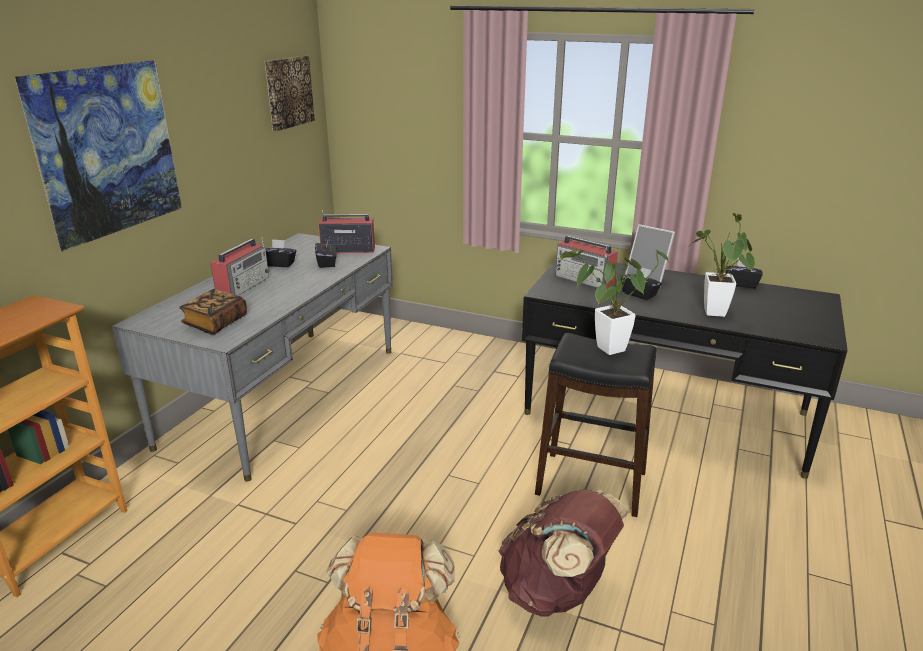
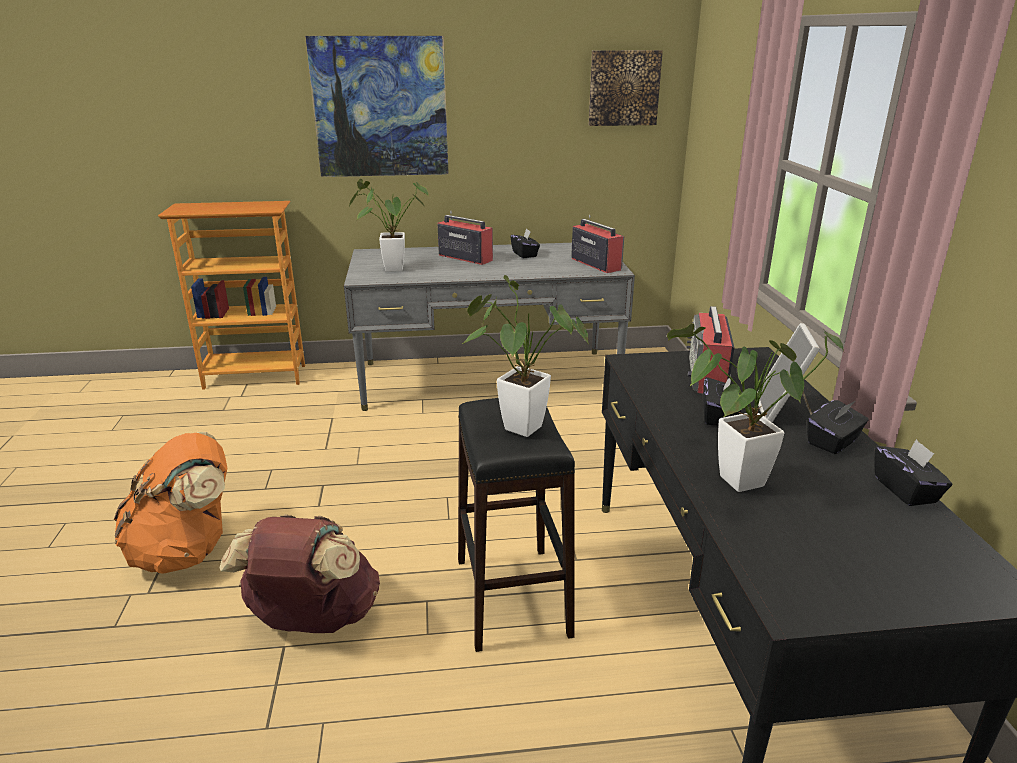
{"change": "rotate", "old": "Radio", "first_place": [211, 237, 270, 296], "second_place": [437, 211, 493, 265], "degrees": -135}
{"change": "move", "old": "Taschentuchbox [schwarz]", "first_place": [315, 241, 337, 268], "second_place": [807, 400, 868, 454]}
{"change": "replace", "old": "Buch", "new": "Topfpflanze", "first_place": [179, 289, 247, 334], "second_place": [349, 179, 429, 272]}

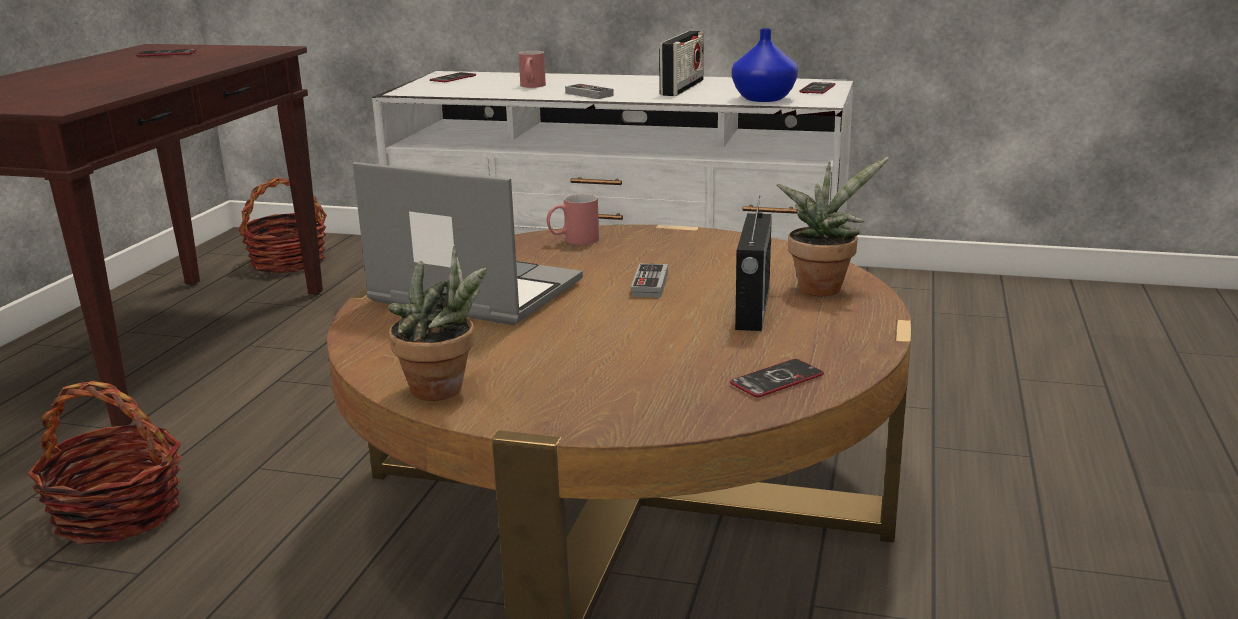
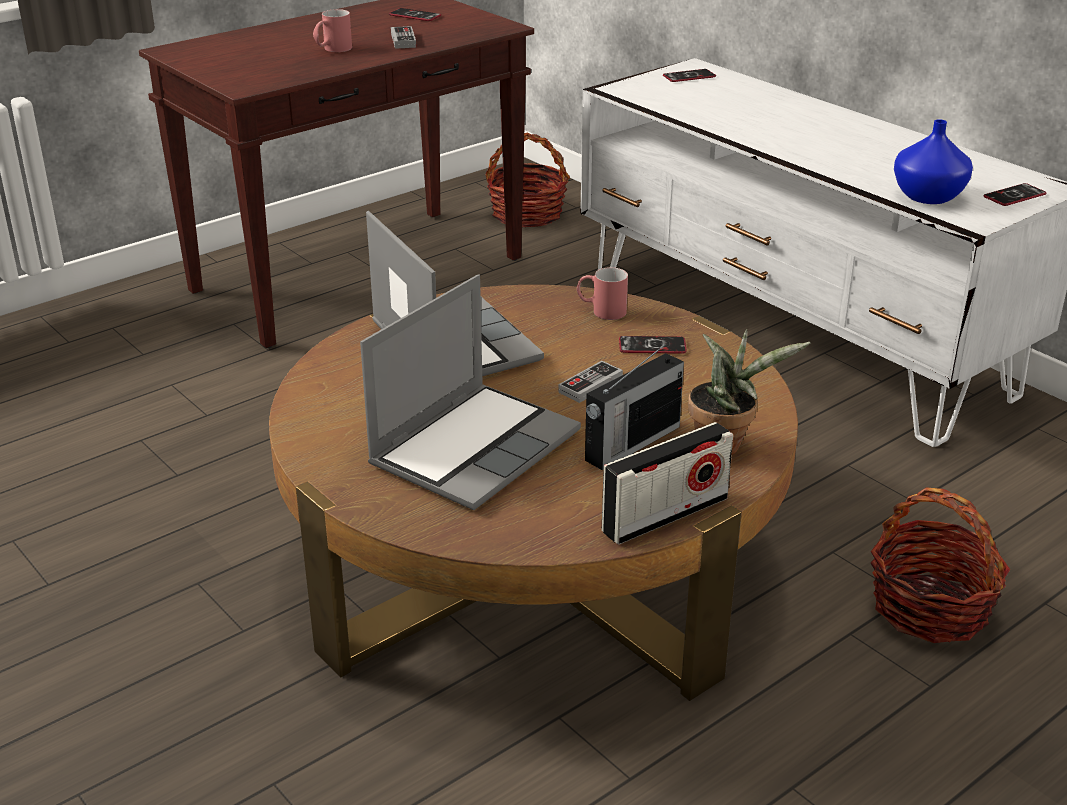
{"change": "move", "old": "Radio", "first_place": [659, 31, 704, 96], "second_place": [602, 422, 733, 545]}
{"change": "move", "old": "Henkelbecher [rot]", "first_place": [519, 51, 546, 88], "second_place": [313, 9, 352, 52]}
{"change": "move", "old": "Gamepad", "first_place": [565, 84, 614, 99], "second_place": [391, 26, 416, 49]}
{"change": "delete", "old": "Topfpflanze", "first_place": [388, 245, 487, 401]}
{"change": "move", "old": "Handy", "first_place": [730, 359, 824, 397], "second_place": [619, 336, 687, 354]}
{"change": "move", "old": "Korb", "first_place": [27, 381, 182, 545], "second_place": [871, 487, 1010, 643]}
{"change": "insert", "new": "Laptop", "second_place": [360, 274, 581, 510]}

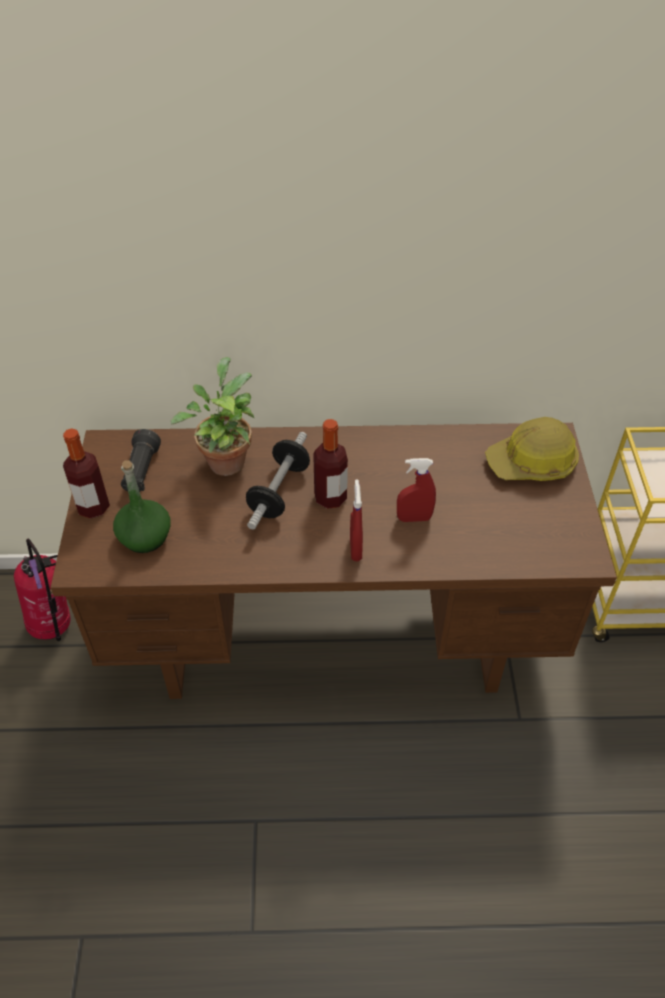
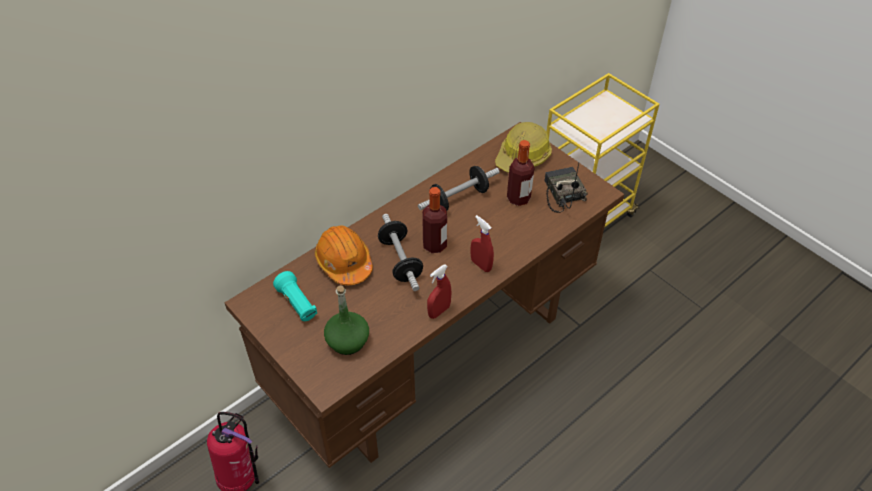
{"change": "replace", "old": "Topfpflanze", "new": "Schutzhelm [orange]", "first_place": [171, 357, 254, 476], "second_place": [314, 225, 373, 285]}
{"change": "move", "old": "Flasche", "first_place": [63, 428, 110, 519], "second_place": [507, 140, 534, 206]}
{"change": "recolor", "old": "Taschenlampe [schwarz]", "new": "Taschenlampe [türkis]", "first_place": [121, 429, 161, 492], "second_place": [273, 271, 317, 321]}
{"change": "move", "old": "Sprühflasche [rot]", "first_place": [397, 458, 436, 522], "second_place": [427, 265, 452, 319]}
{"change": "insert", "new": "Radio", "second_place": [544, 164, 588, 213]}
{"change": "insert", "new": "Hantel", "second_place": [418, 166, 500, 211]}

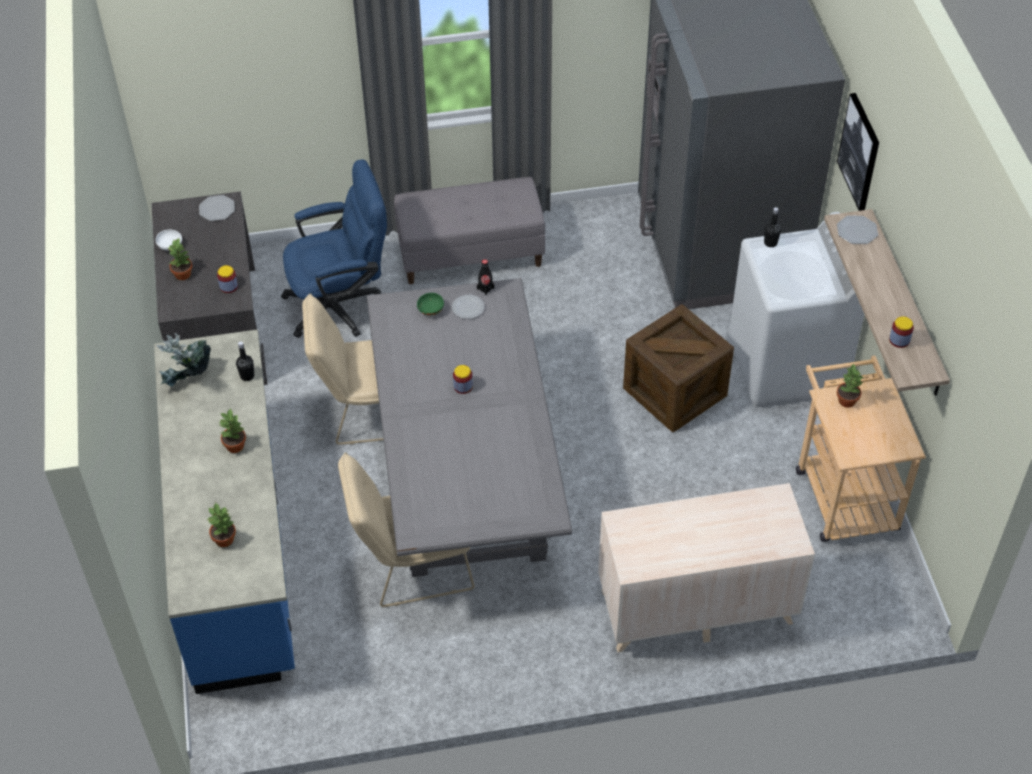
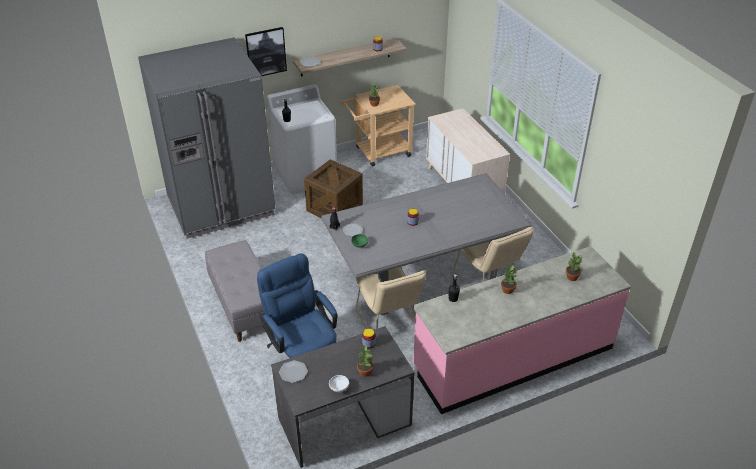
{"change": "recolor", "old": "Küchenzeile [blau]", "new": "Küchenzeile [rosa]", "first_place": [154, 330, 295, 694], "second_place": [413, 246, 631, 414]}
{"change": "delete", "old": "Topfpflanze", "first_place": [157, 333, 211, 387]}

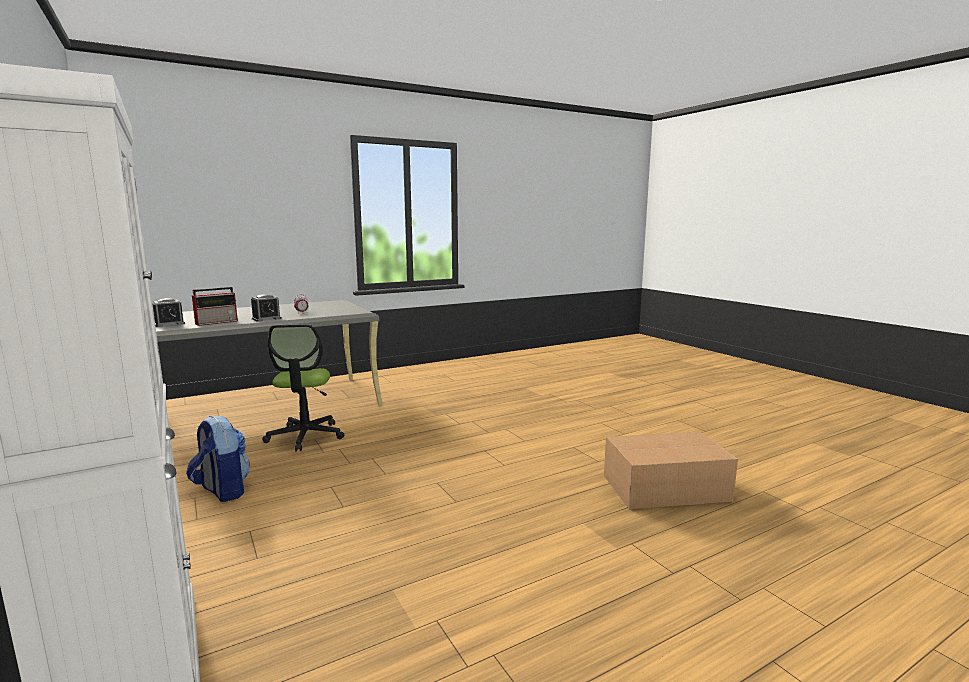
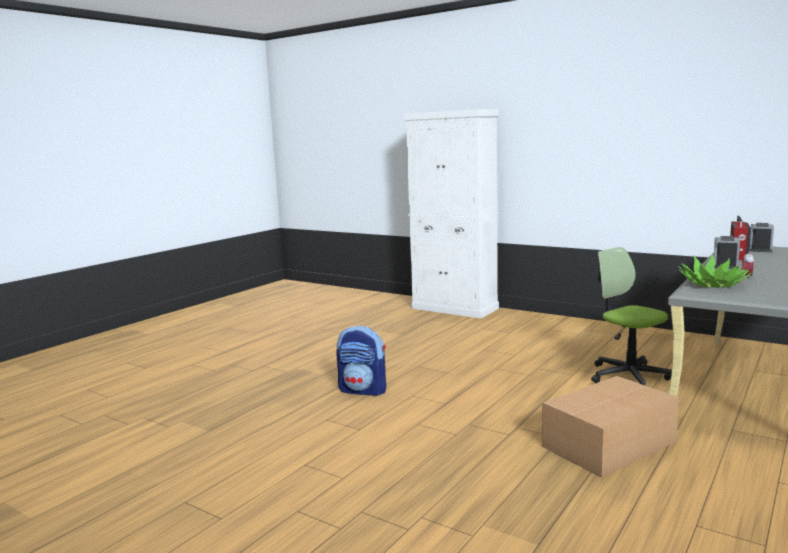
{"change": "move", "old": "Rucksack", "first_place": [186, 416, 250, 502], "second_place": [336, 326, 386, 396]}
{"change": "move", "old": "Karton", "first_place": [604, 432, 738, 509], "second_place": [542, 376, 679, 477]}
{"change": "insert", "new": "Topfpflanze", "second_place": [678, 255, 752, 288]}

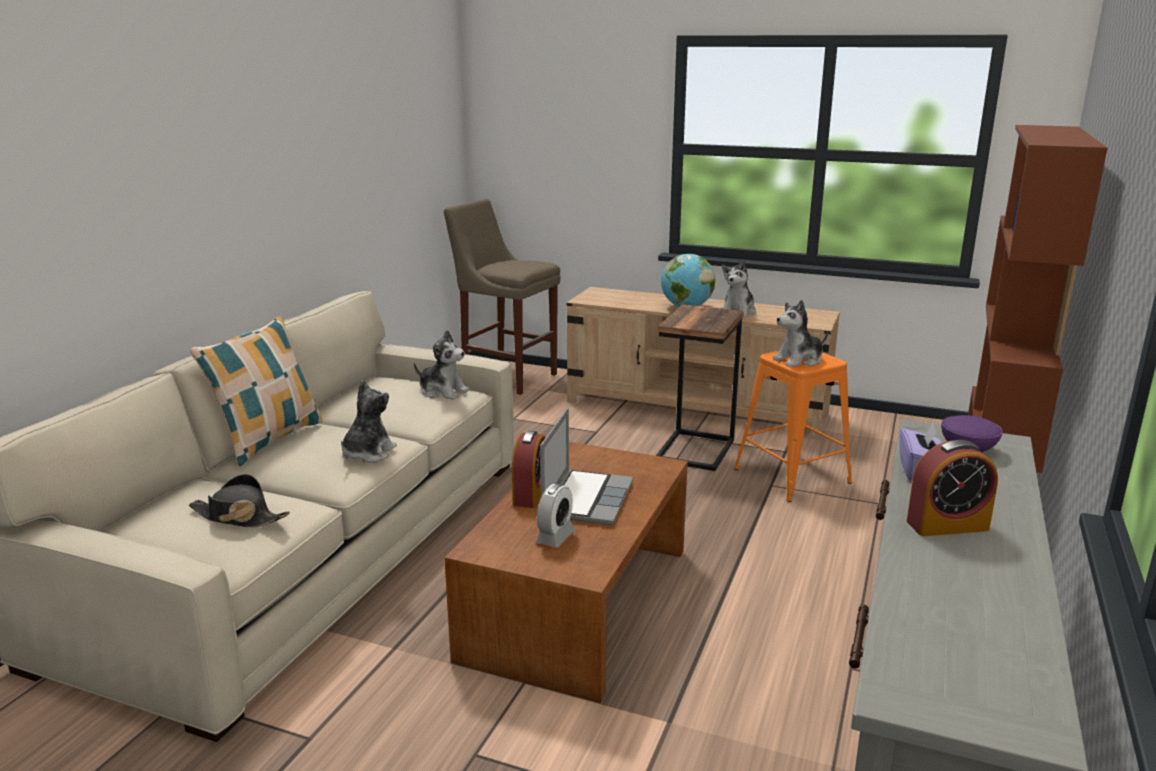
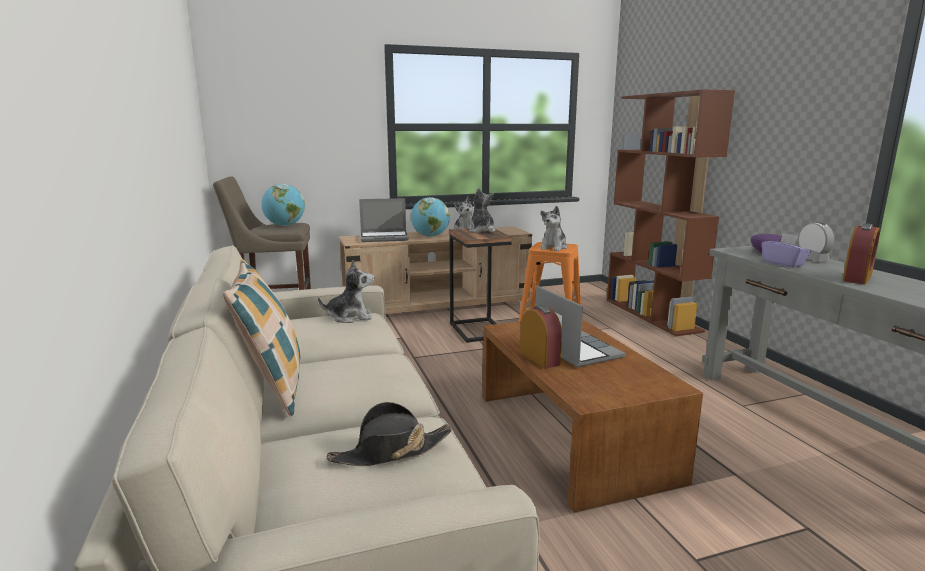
{"change": "move", "old": "Plüschtier", "first_place": [341, 379, 397, 463], "second_place": [468, 188, 495, 233]}
{"change": "move", "old": "Wecker", "first_place": [535, 484, 575, 548], "second_place": [799, 222, 834, 261]}
{"change": "insert", "new": "Globus", "second_place": [261, 184, 305, 226]}
{"change": "insert", "new": "Laptop", "second_place": [359, 198, 409, 242]}

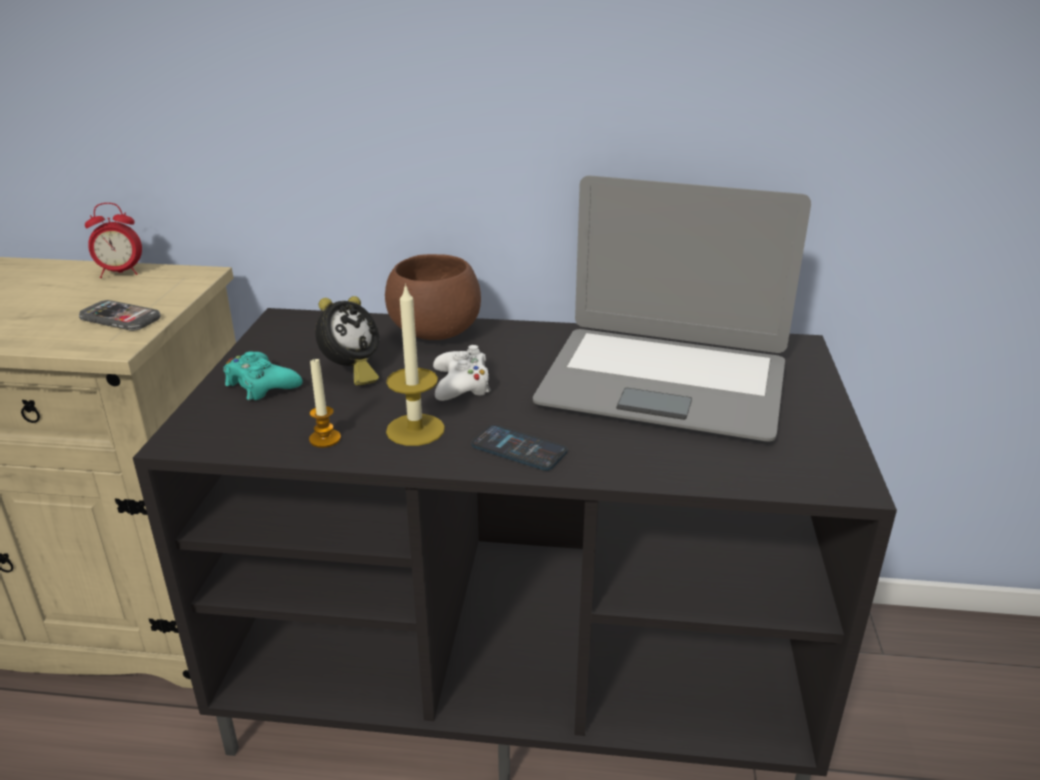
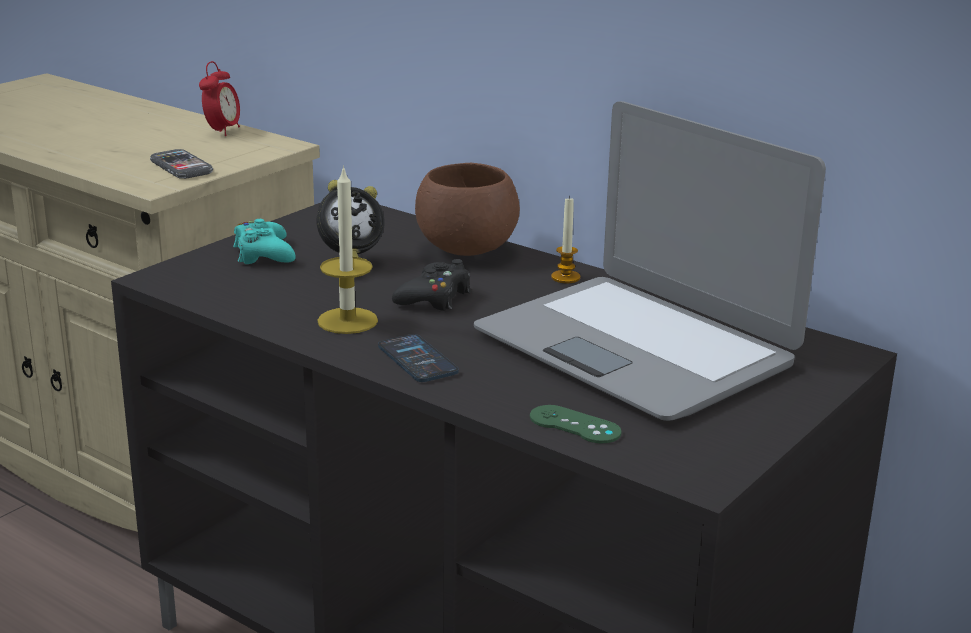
{"change": "rotate", "old": "Wecker", "first_place": [85, 203, 142, 278], "second_place": [199, 61, 240, 136], "degrees": -90}
{"change": "recolor", "old": "Gamepad [weiß]", "new": "Gamepad [schwarz]", "first_place": [433, 345, 491, 401], "second_place": [392, 259, 471, 311]}
{"change": "move", "old": "Kerze", "first_place": [309, 357, 341, 448], "second_place": [551, 196, 580, 283]}
{"change": "insert", "new": "Gamepad [grün]", "second_place": [530, 405, 622, 443]}

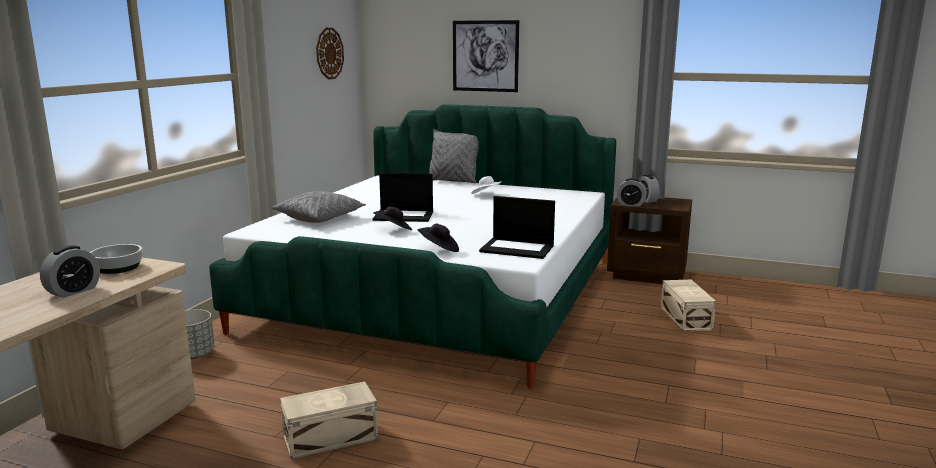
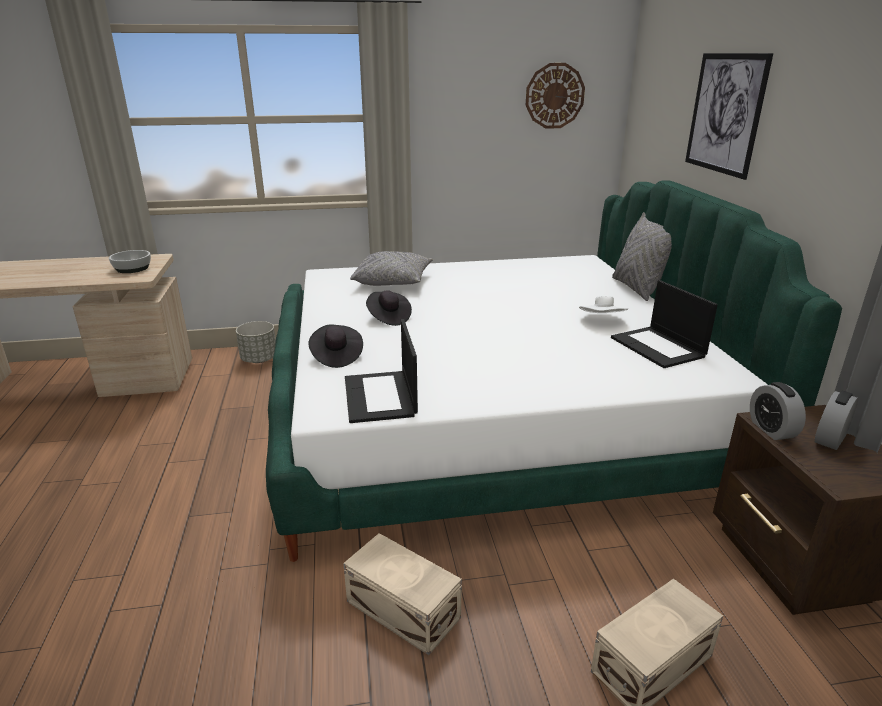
{"change": "move", "old": "Laptop", "first_place": [373, 173, 433, 222], "second_place": [611, 280, 718, 368]}
{"change": "delete", "old": "Wecker", "first_place": [40, 245, 100, 298]}
{"change": "move", "old": "Aufbewahrungsbox [beige]", "first_place": [280, 382, 378, 459], "second_place": [343, 533, 462, 655]}

